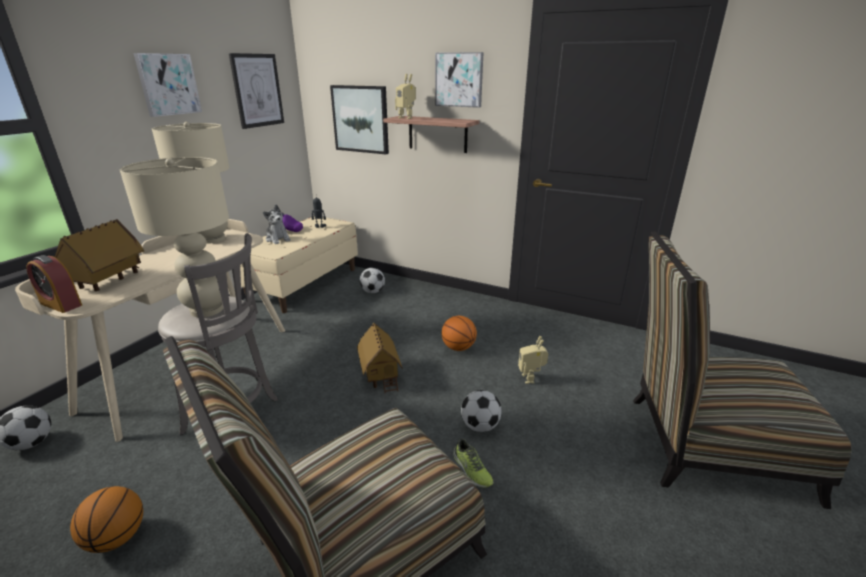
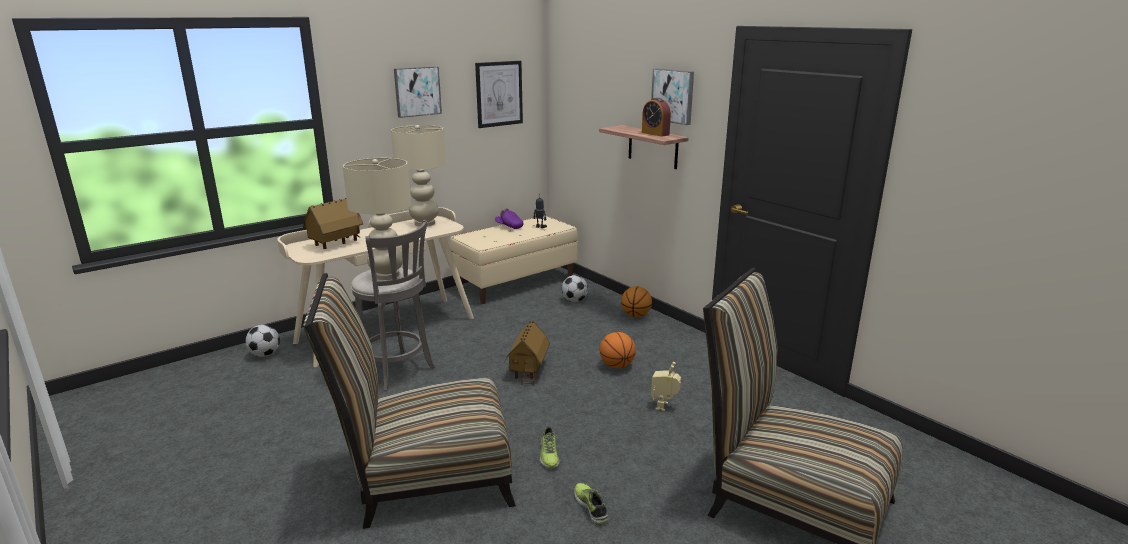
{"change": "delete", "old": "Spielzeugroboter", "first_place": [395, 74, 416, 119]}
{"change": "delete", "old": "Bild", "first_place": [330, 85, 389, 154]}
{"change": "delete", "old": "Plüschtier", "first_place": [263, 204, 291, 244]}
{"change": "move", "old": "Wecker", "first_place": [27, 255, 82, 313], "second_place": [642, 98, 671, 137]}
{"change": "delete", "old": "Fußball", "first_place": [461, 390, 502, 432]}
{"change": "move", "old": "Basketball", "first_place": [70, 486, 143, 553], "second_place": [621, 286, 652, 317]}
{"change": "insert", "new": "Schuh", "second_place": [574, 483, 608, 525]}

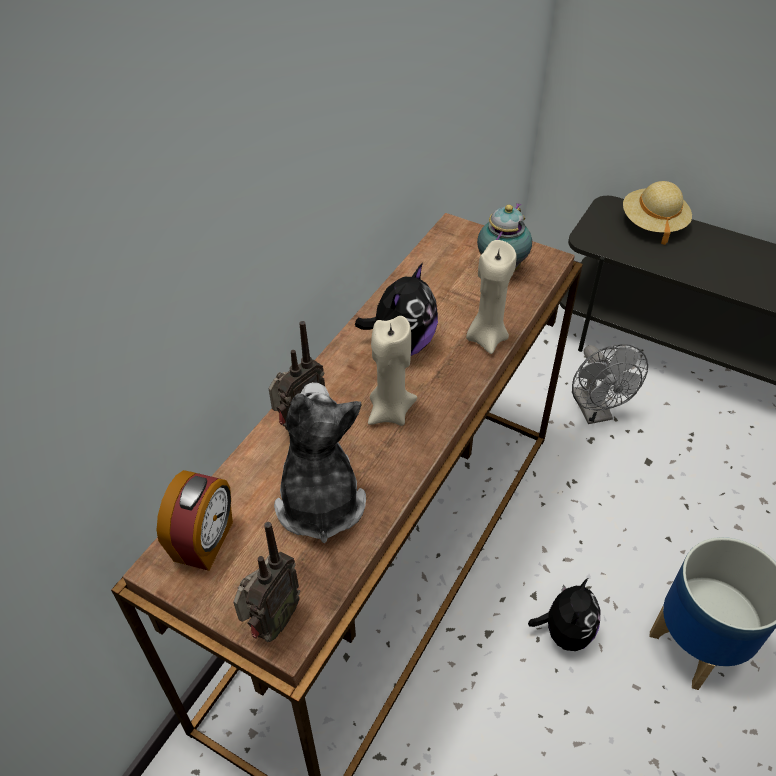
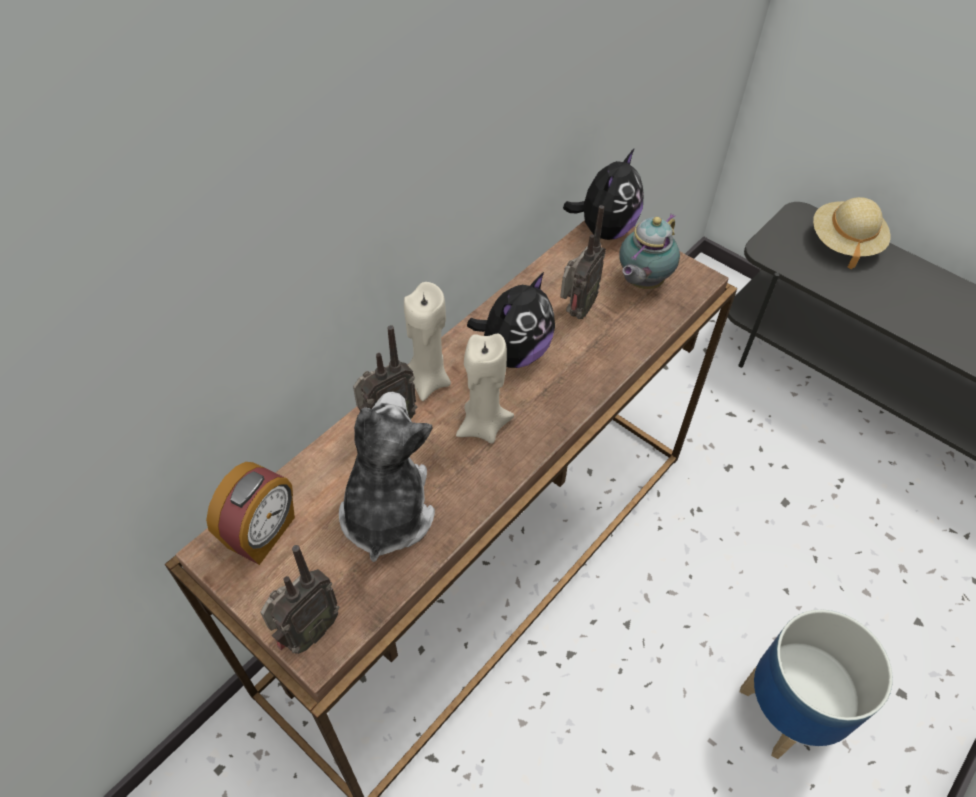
{"change": "move", "old": "Kerze [beige]", "first_place": [466, 240, 516, 354], "second_place": [404, 282, 451, 401]}
{"change": "delete", "old": "Ventilator [grau]", "first_place": [572, 344, 648, 424]}
{"change": "move", "old": "Plüschtier", "first_place": [528, 577, 600, 651], "second_place": [563, 148, 644, 240]}
{"change": "insert", "new": "Radio", "second_place": [560, 205, 606, 319]}

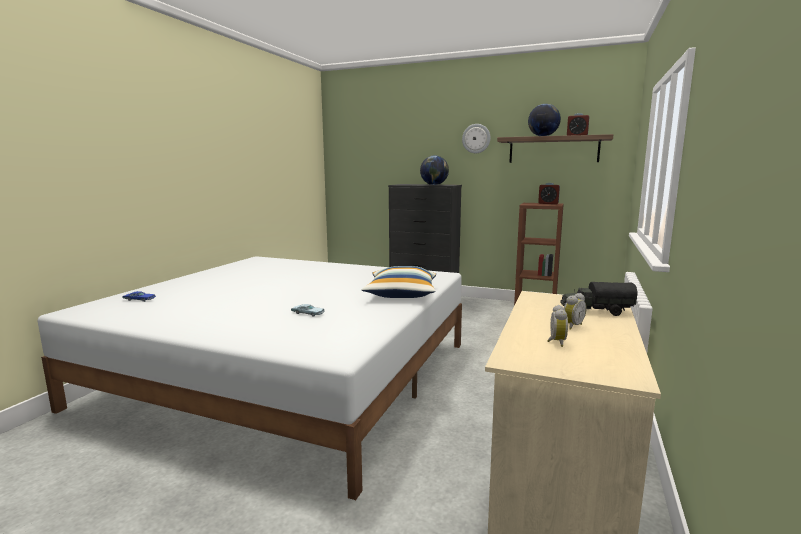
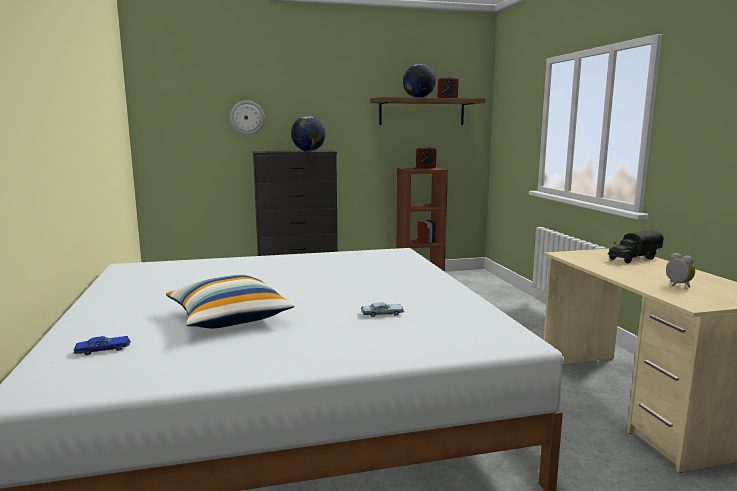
{"change": "move", "old": "Wanduhr", "first_place": [462, 124, 491, 153], "second_place": [230, 100, 265, 135]}
{"change": "move", "old": "Kissen", "first_place": [362, 266, 436, 298], "second_place": [166, 275, 295, 328]}
{"change": "delete", "old": "Wecker", "first_place": [564, 293, 586, 330]}

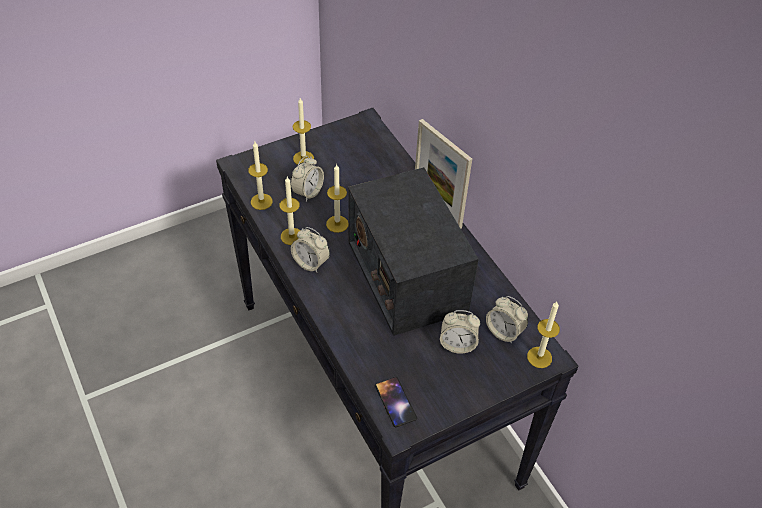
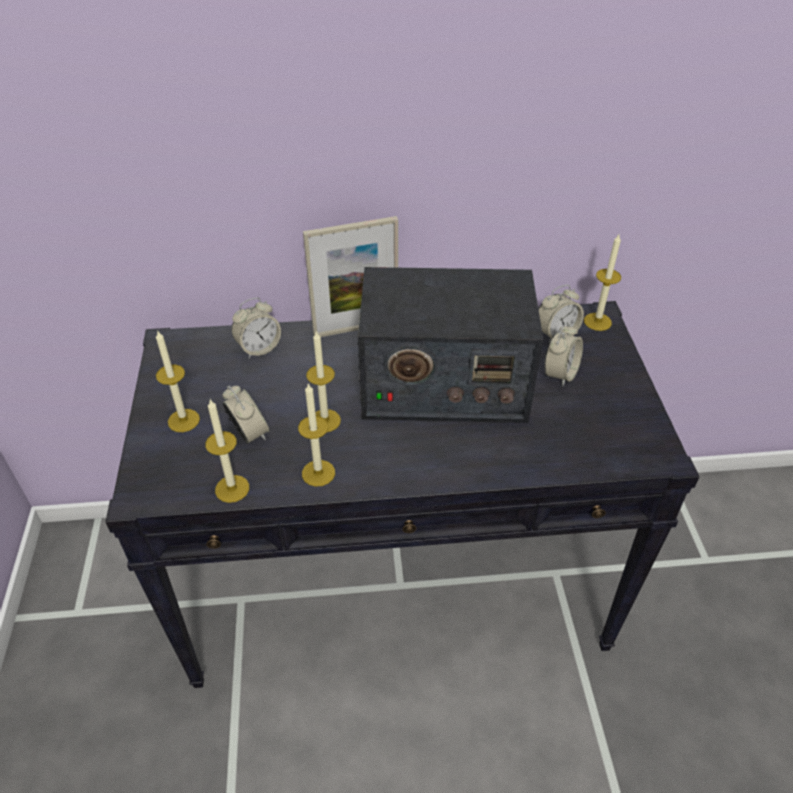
{"change": "move", "old": "Wecker", "first_place": [291, 227, 330, 272], "second_place": [231, 298, 281, 359]}
{"change": "delete", "old": "Handy", "first_place": [375, 377, 417, 427]}

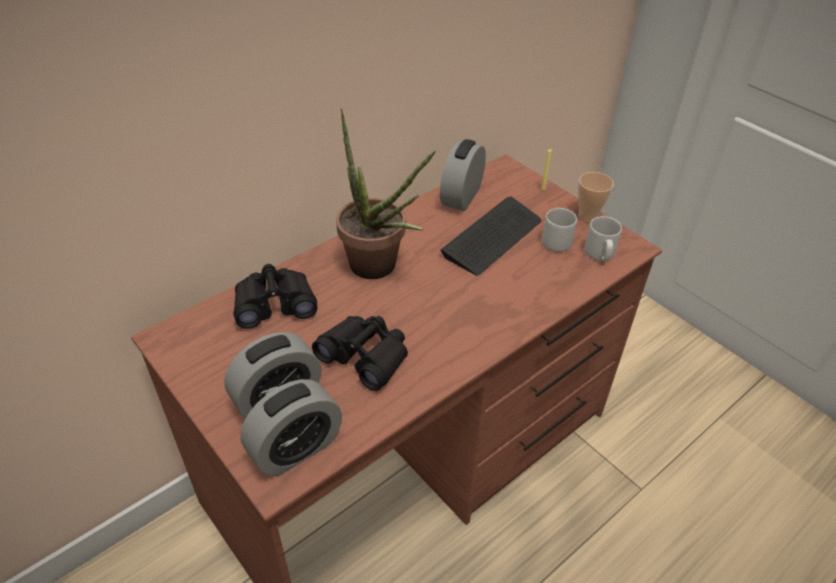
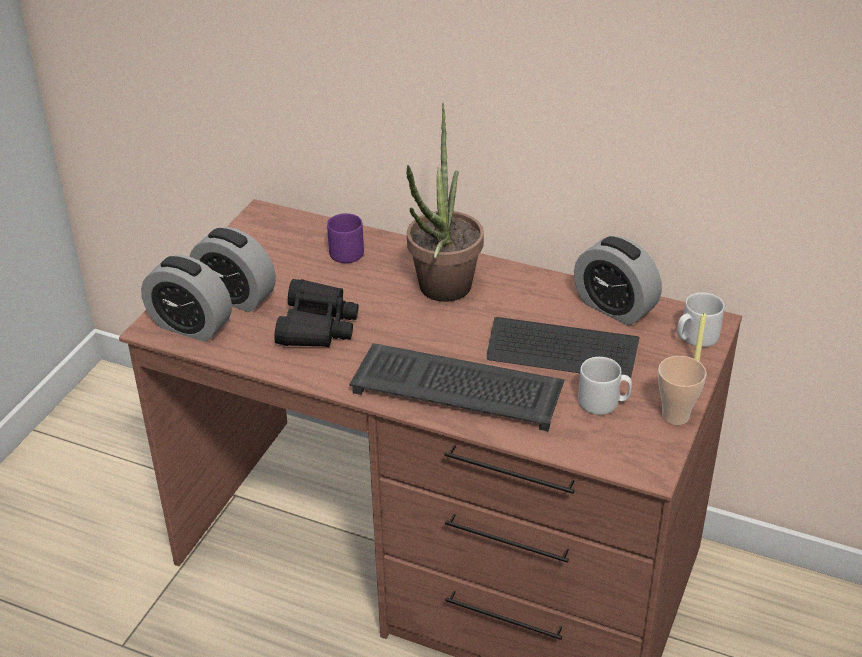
{"change": "rotate", "old": "Wecker", "first_place": [440, 139, 486, 211], "second_place": [574, 236, 662, 325], "degrees": -135}
{"change": "move", "old": "Henkelbecher [grau]", "first_place": [584, 216, 622, 261], "second_place": [677, 292, 724, 347]}
{"change": "replace", "old": "Fernglas [schwarz]", "new": "Henkelbecher [lila]", "first_place": [233, 264, 317, 329], "second_place": [327, 213, 364, 263]}
{"change": "insert", "new": "Tastatur", "second_place": [349, 343, 564, 431]}

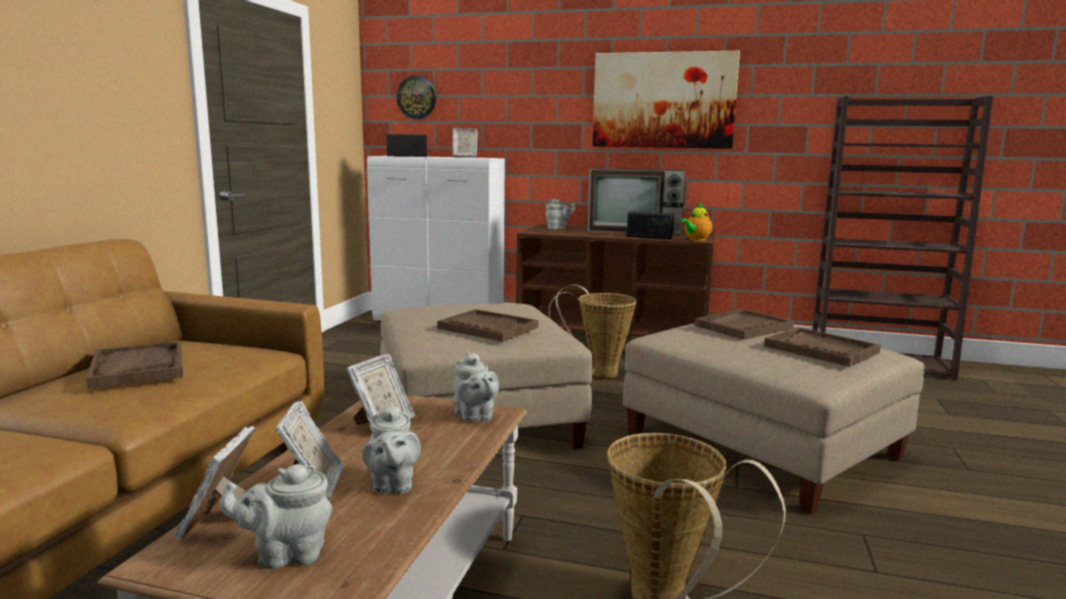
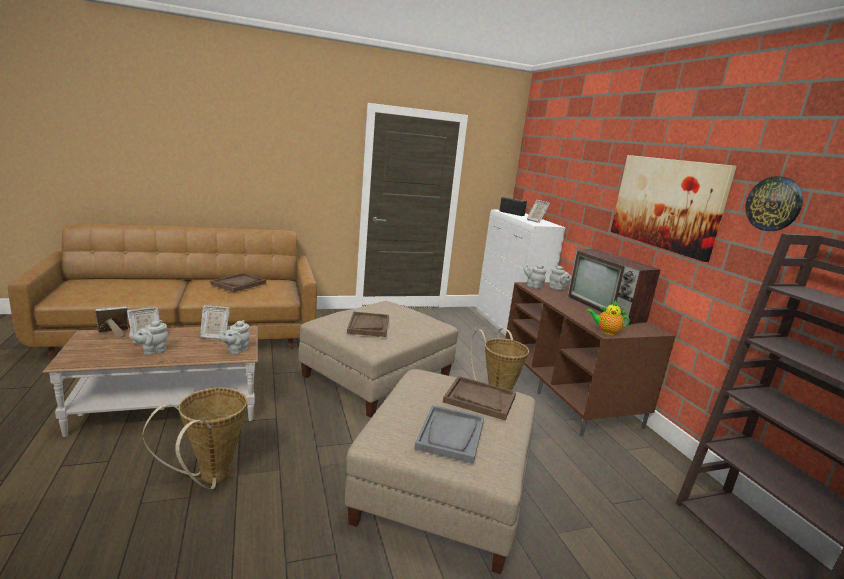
{"change": "move", "old": "Wanduhr", "first_place": [396, 76, 436, 119], "second_place": [745, 176, 803, 231]}
{"change": "delete", "old": "Radio", "first_place": [627, 212, 674, 239]}
{"change": "recolor", "old": "Tablett [braun]", "new": "Tablett [grau]", "first_place": [764, 327, 881, 367], "second_place": [414, 405, 484, 464]}
{"change": "move", "old": "Teekanne [grau]", "first_place": [220, 464, 332, 569], "second_place": [524, 264, 546, 289]}

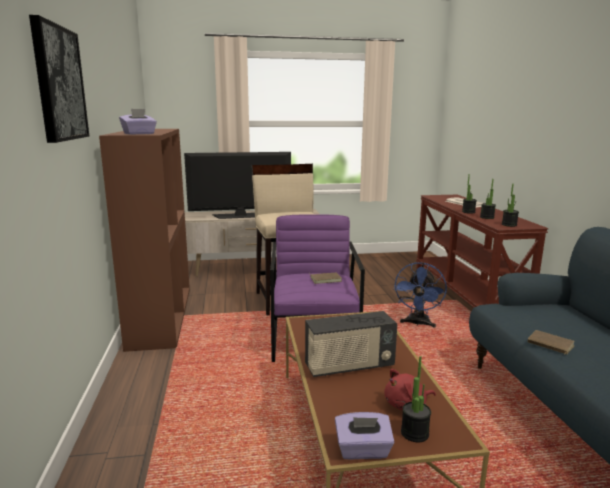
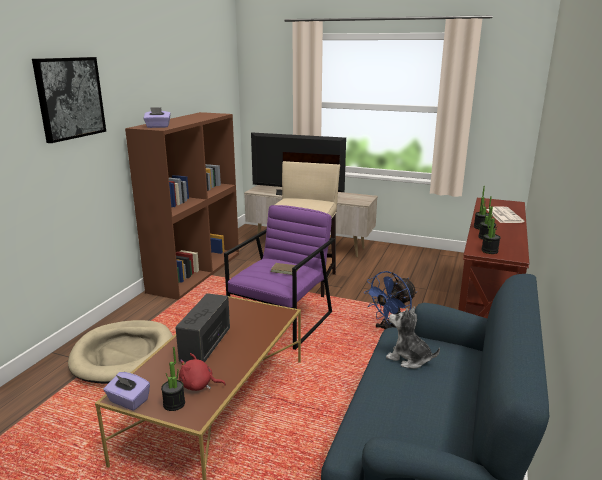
{"change": "rotate", "old": "Radio", "first_place": [305, 311, 397, 377], "second_place": [176, 293, 230, 362], "degrees": 90}
{"change": "delete", "old": "Buch [braun]", "first_place": [528, 330, 575, 355]}
{"change": "insert", "new": "Plüschtier", "second_place": [386, 306, 440, 369]}
{"change": "insert", "new": "Hundebett [beige]", "second_place": [68, 320, 173, 384]}

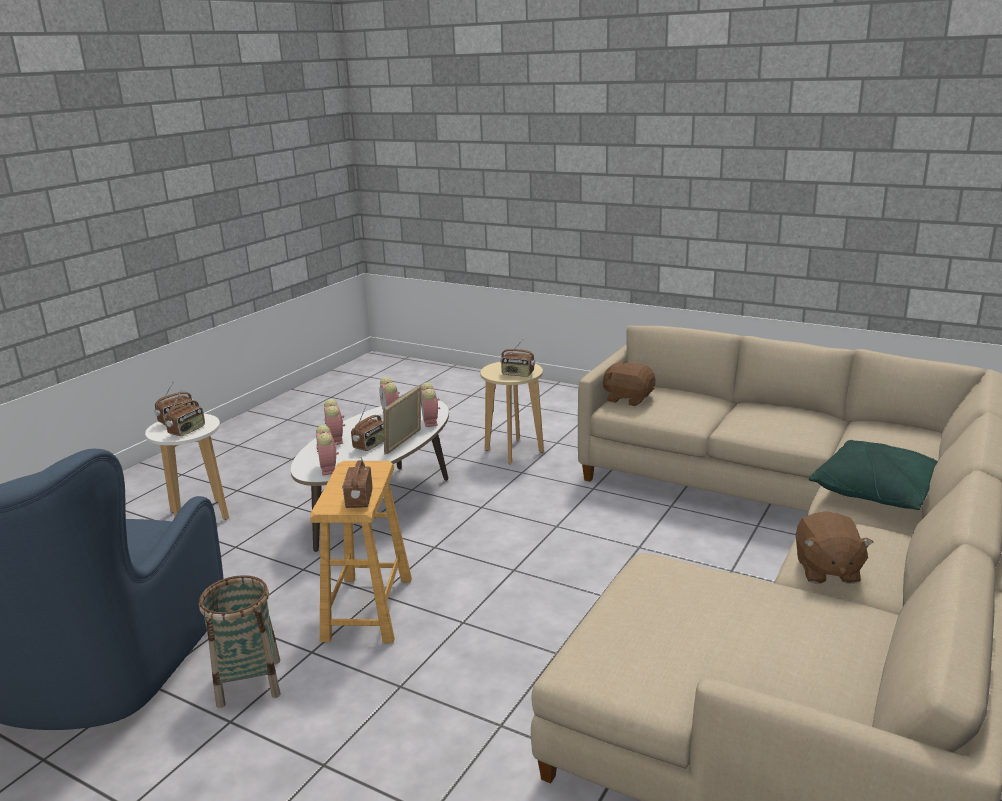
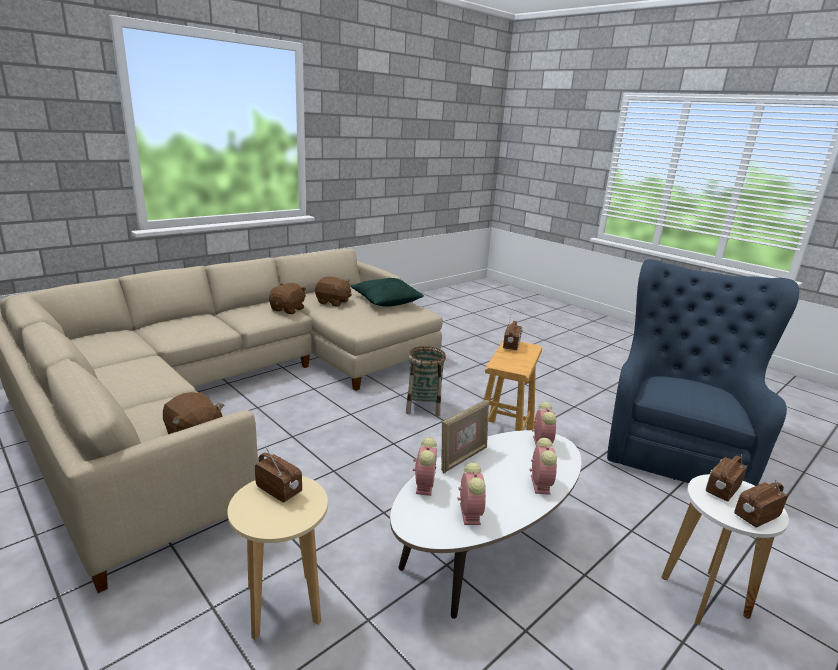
{"change": "delete", "old": "Radio", "first_place": [351, 406, 384, 451]}
{"change": "move", "old": "Kissen [grün]", "first_place": [809, 440, 938, 510], "second_place": [350, 278, 424, 307]}
{"change": "move", "old": "Korb", "first_place": [199, 575, 281, 708], "second_place": [406, 346, 446, 417]}
{"change": "insert", "new": "Plüschtier [braun]", "second_place": [315, 276, 352, 307]}

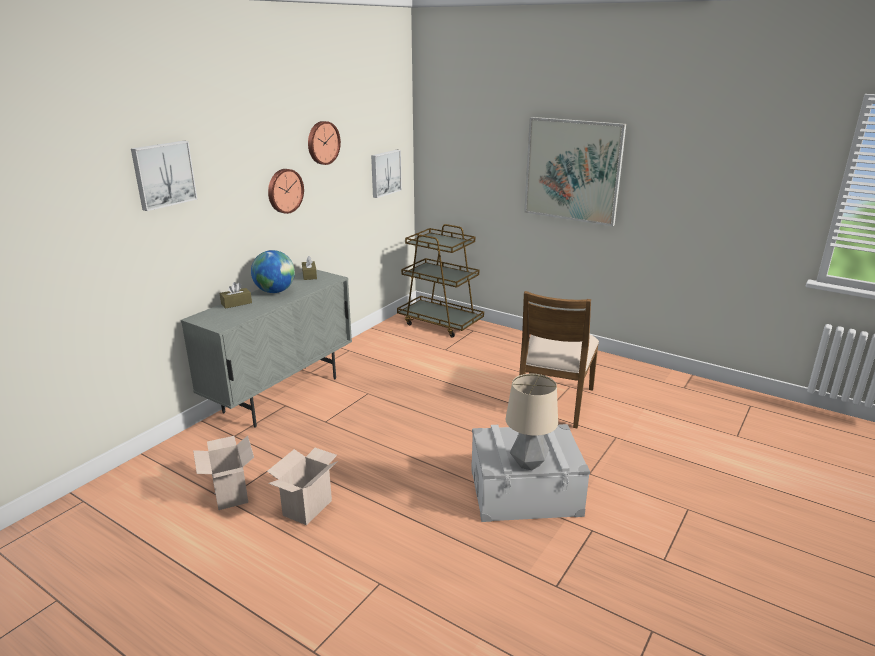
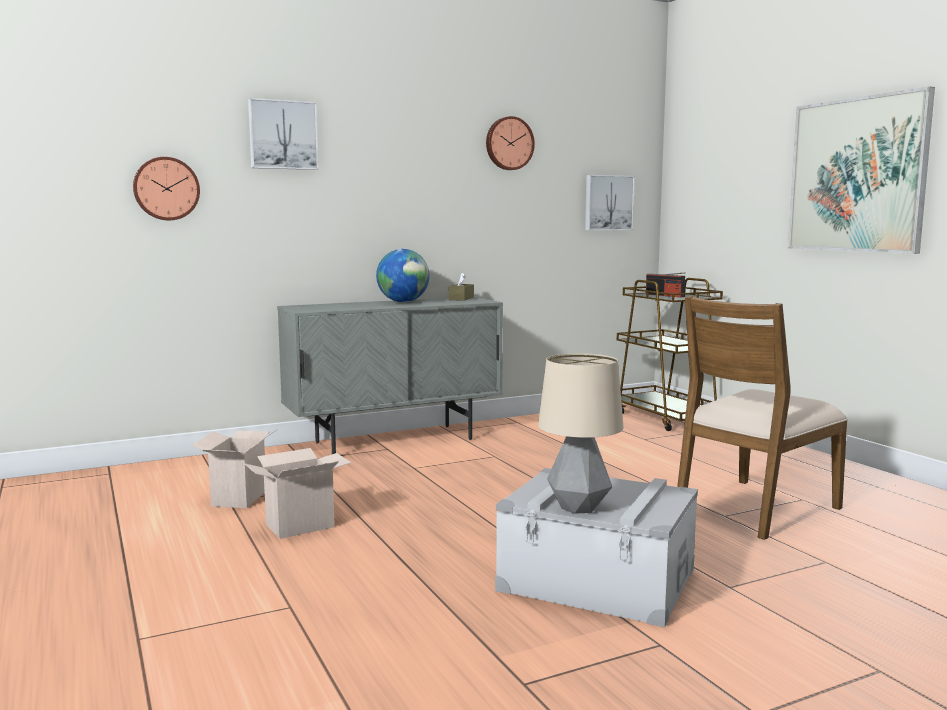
{"change": "move", "old": "Wanduhr", "first_place": [268, 169, 304, 214], "second_place": [133, 157, 200, 220]}
{"change": "delete", "old": "Taschentuchbox [braun]", "first_place": [220, 282, 252, 309]}
{"change": "insert", "new": "Radio", "second_place": [646, 272, 686, 297]}

